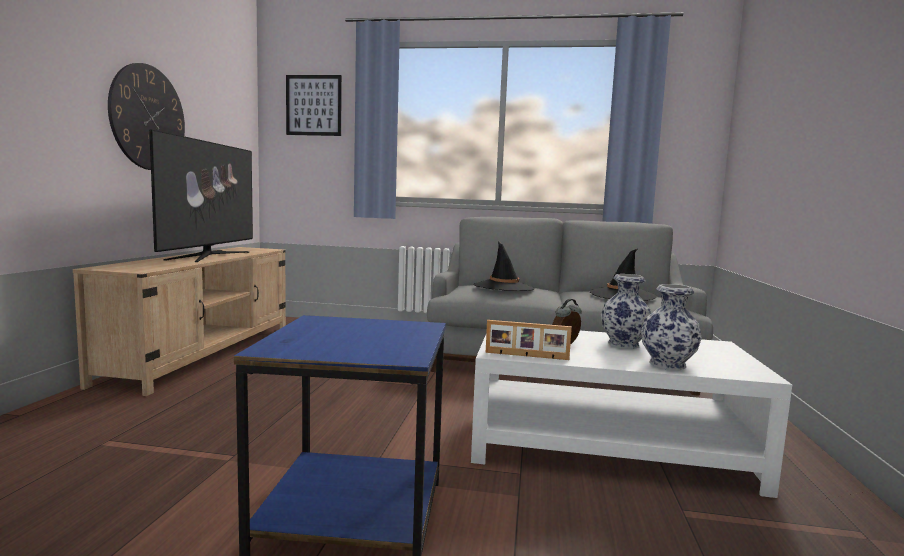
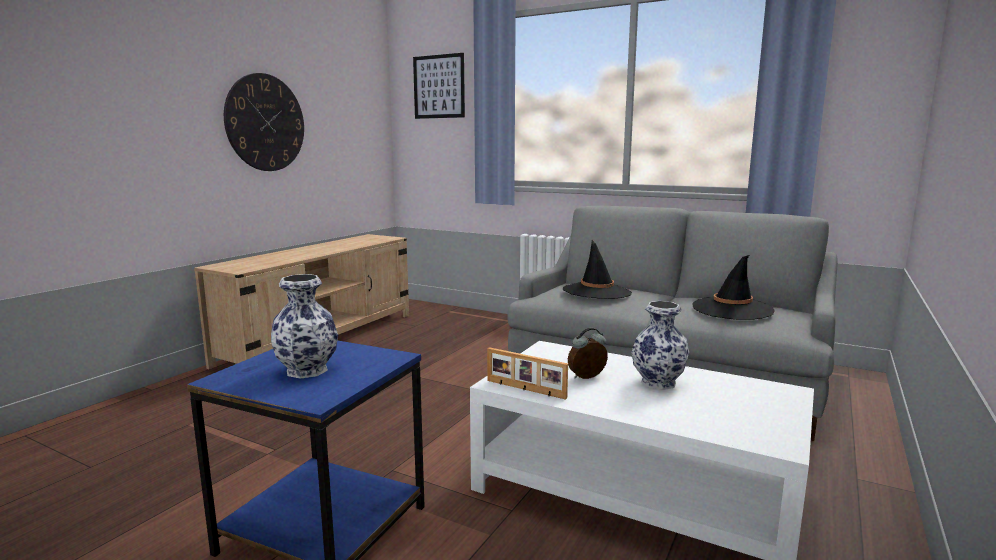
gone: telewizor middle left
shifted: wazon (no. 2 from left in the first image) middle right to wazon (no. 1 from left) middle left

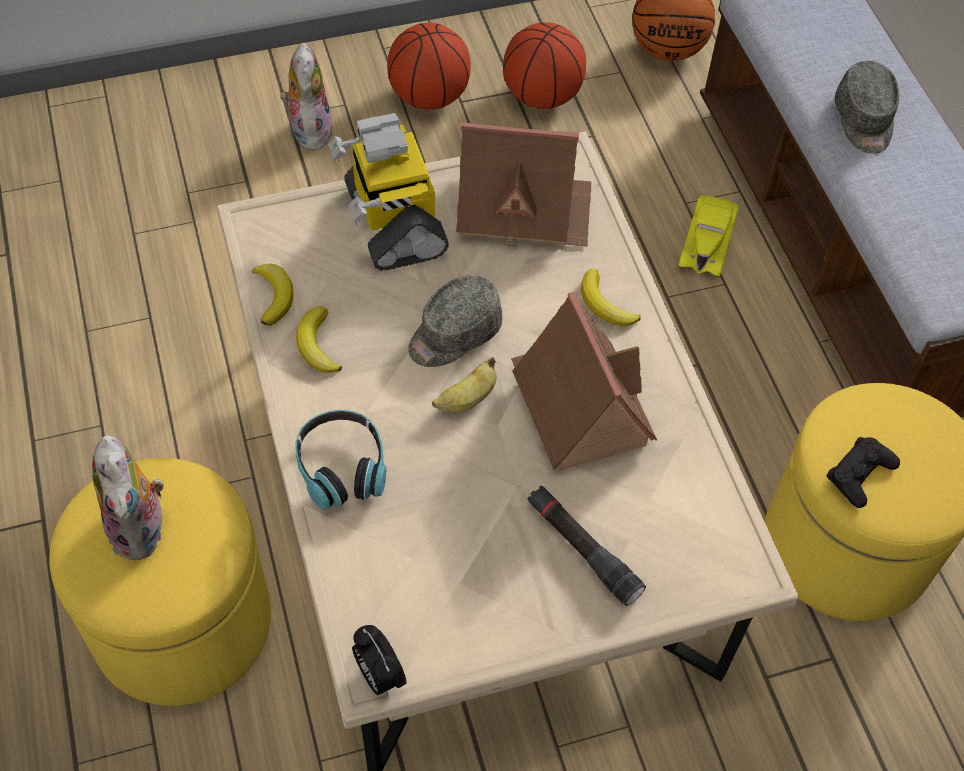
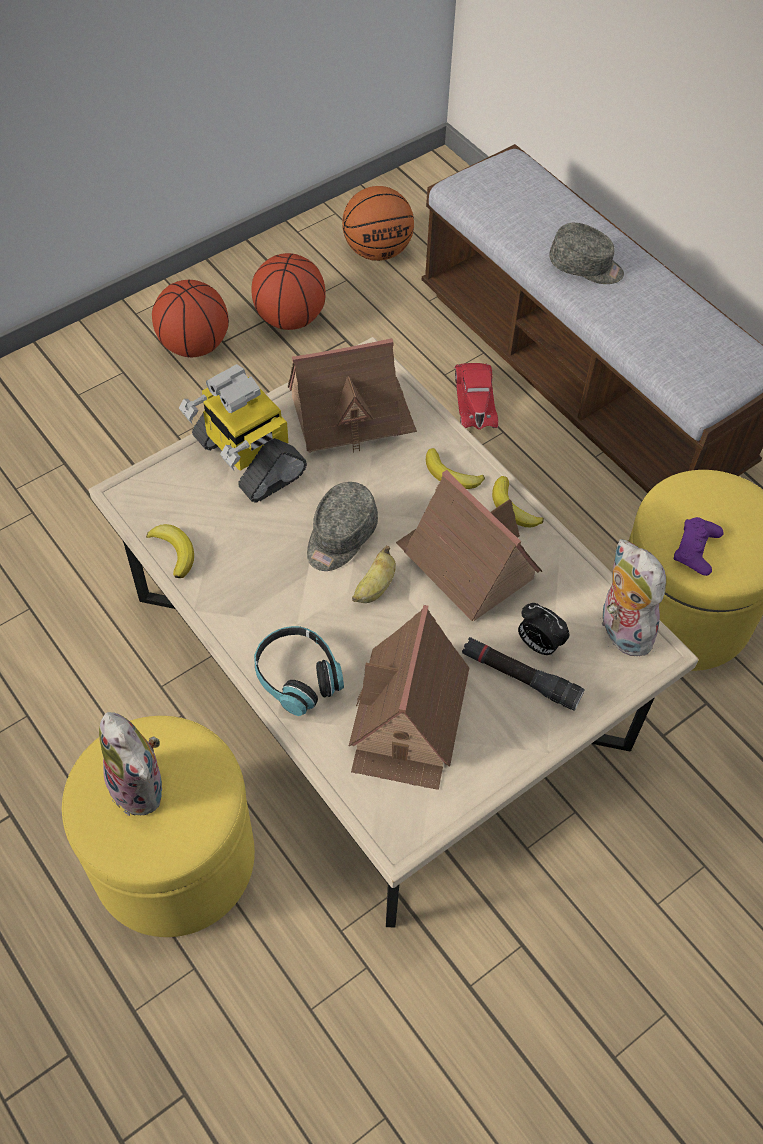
new: domek (no. 2 from left) centre
shifted: pluszak (no. 2 from left) top left to middle right; banan (no. 2 from left in the first image) middle left to banan (no. 4 from left) middle right; budzik bottom centre to middle right
repainted: samochodzik/żółty top right to samochodzik/czerwony centre; pad do gier/czarny middle right to pad do gier/fioletowy middle right
rotated: czapka z daszkiem/szary (no. 2 from left) top right = top right 45 degrees counterclockwise

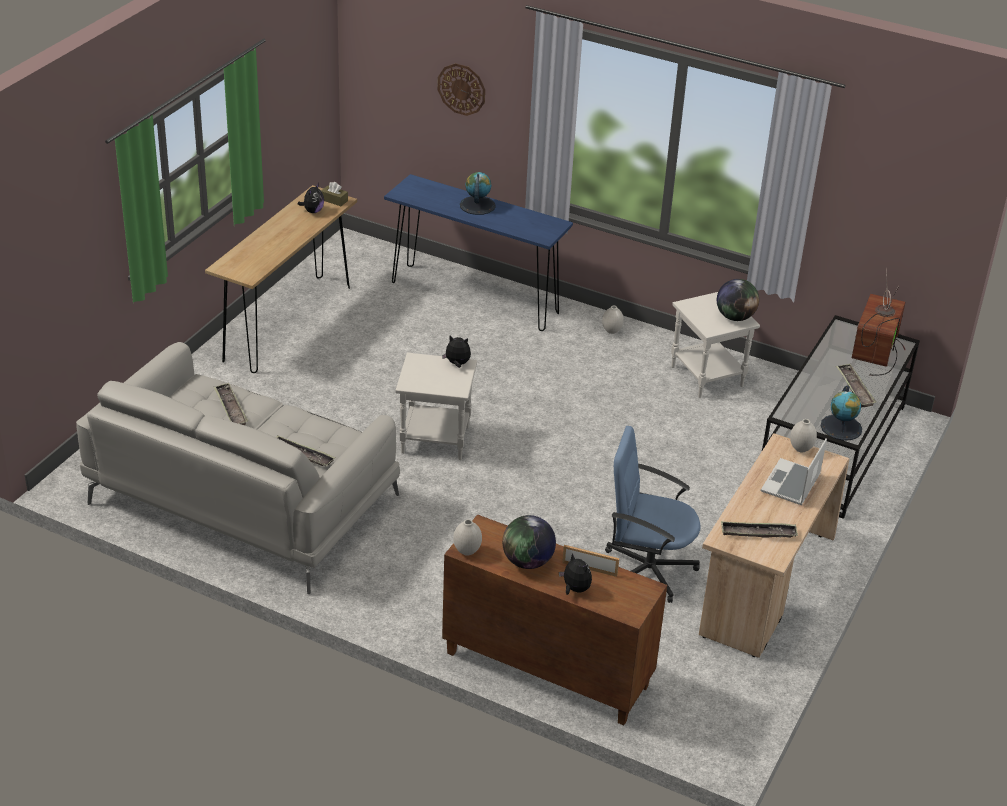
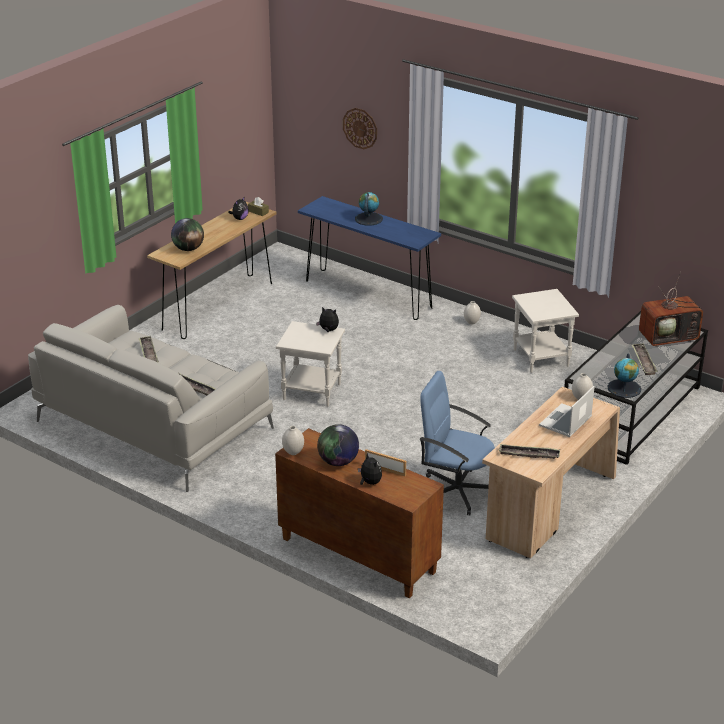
shifted: globus (no. 3 from left in the first image) middle right to globus (no. 1 from left) top left
rotated: telewizor middle right = middle right 135 degrees counterclockwise

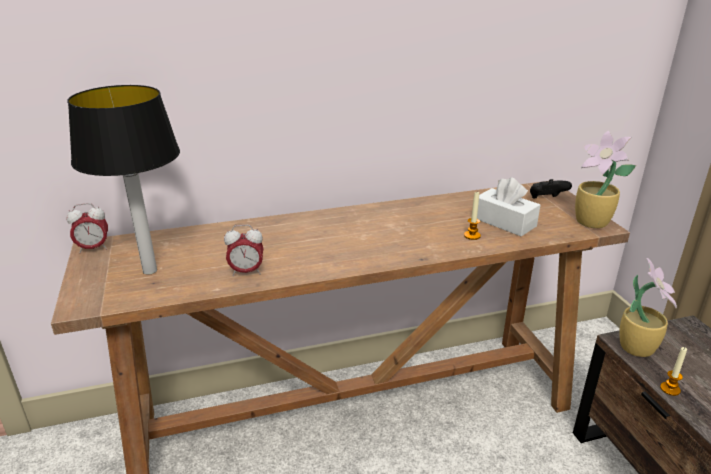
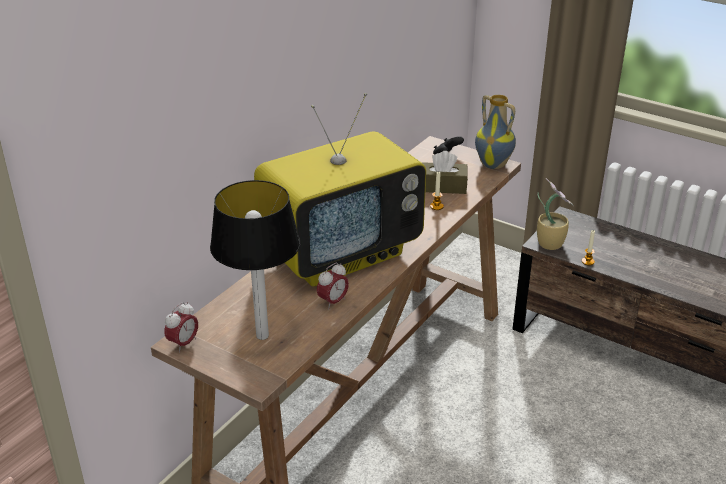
new: telewizor centre
swapped: roślina doniczkowa (no. 1 from left) middle right to wazon top right
repainted: pudełko chusteczek/biały middle right to pudełko chusteczek/brązowy centre

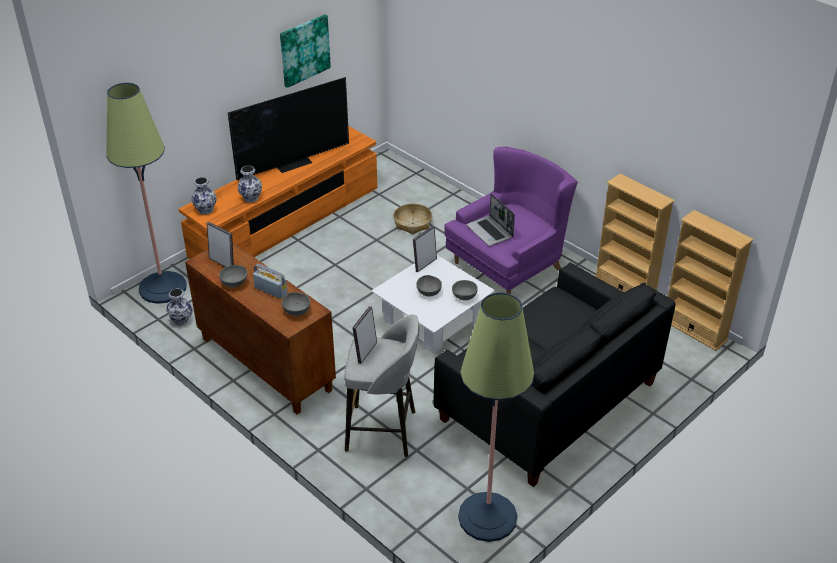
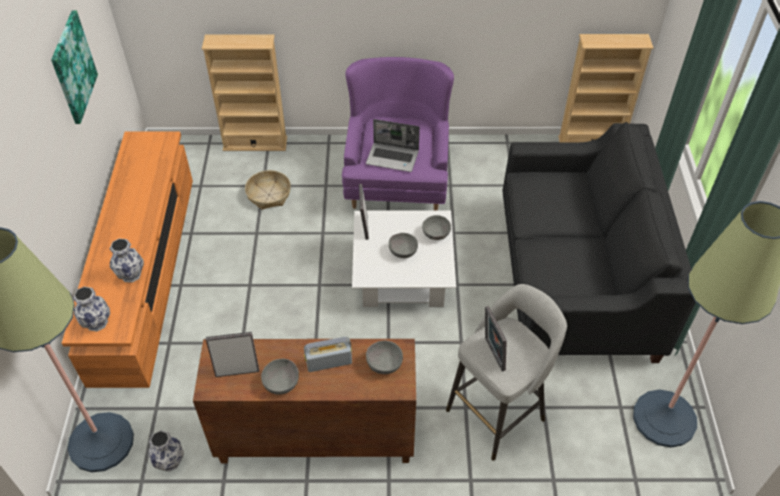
gone: telewizor top centre
shifted: regał/beżowy (no. 1 from left) middle right to top left

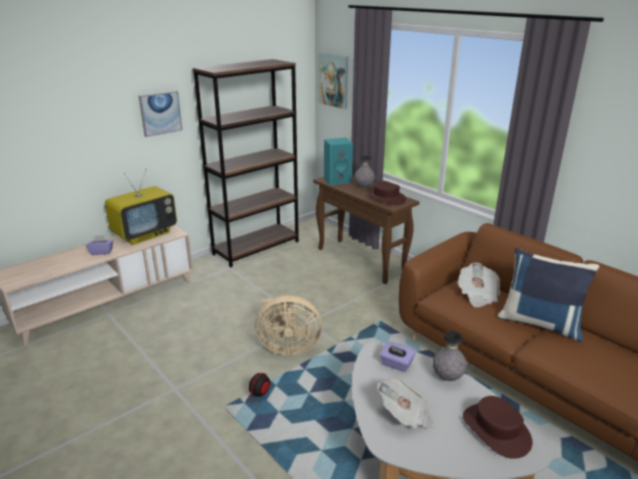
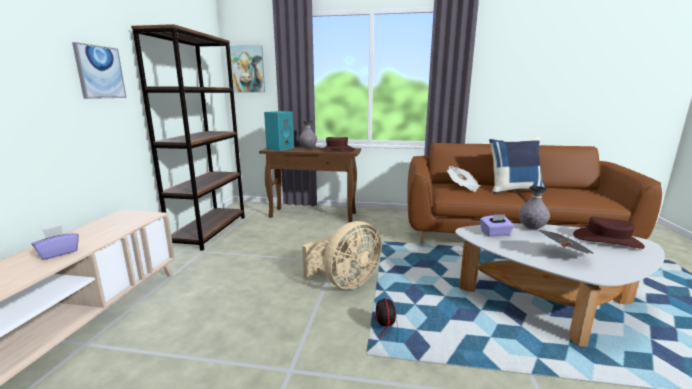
gone: telewizor middle left

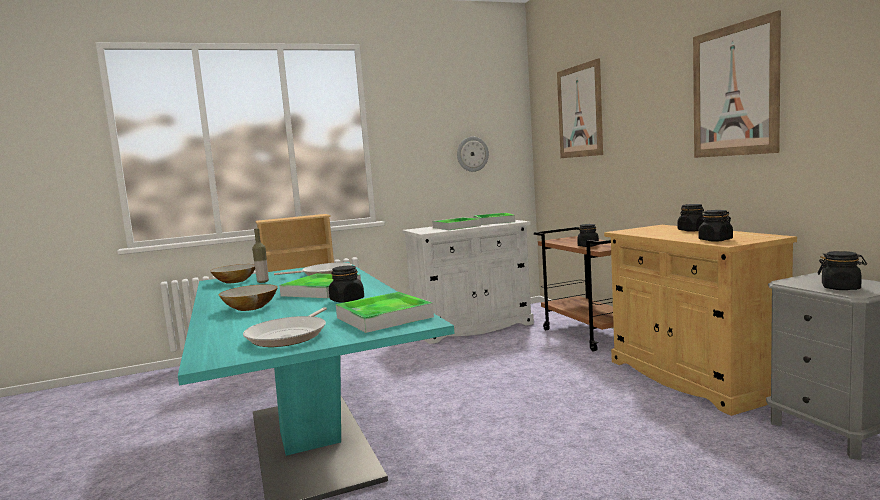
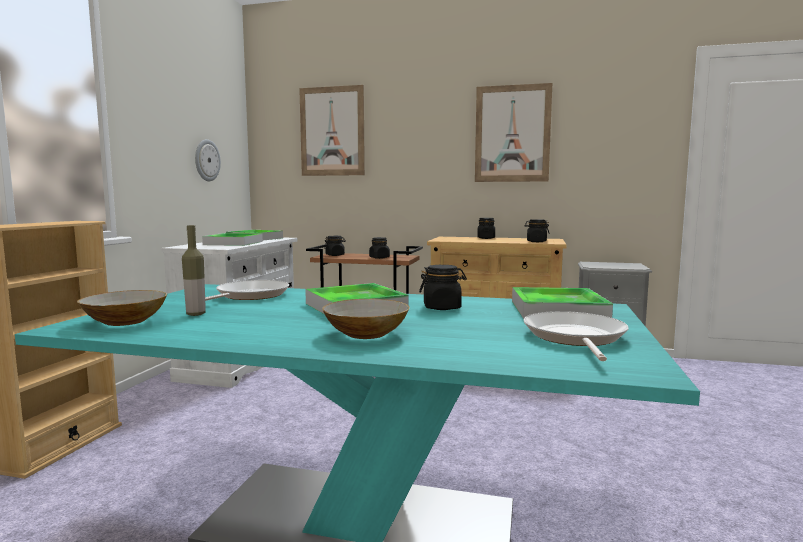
shifted: słoik/czarny (no. 5 from left in the first image) middle right to słoik/czarny (no. 1 from left) centre
rotated: patelnia (no. 1 from left in the first image) middle left = middle right 135 degrees counterclockwise

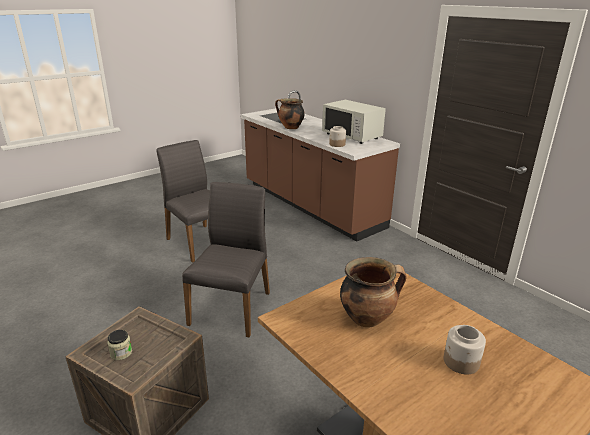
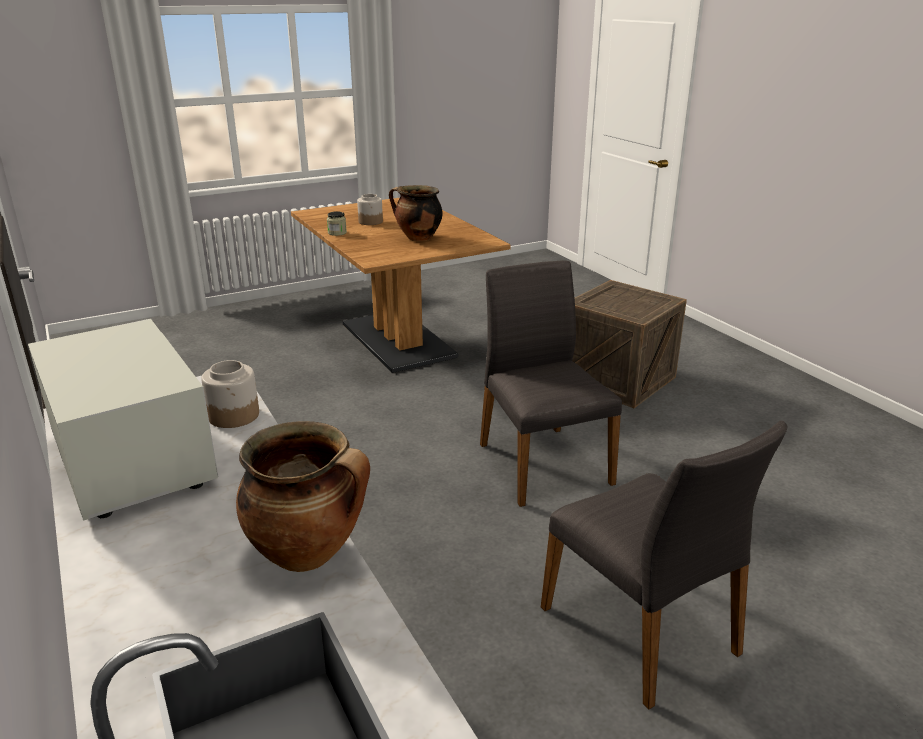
shifted: słoik (no. 1 from left in the first image) bottom left to słoik (no. 2 from left) top centre
rotated: krzesło/szary (no. 2 from left in the first image) centre = centre 135 degrees clockwise

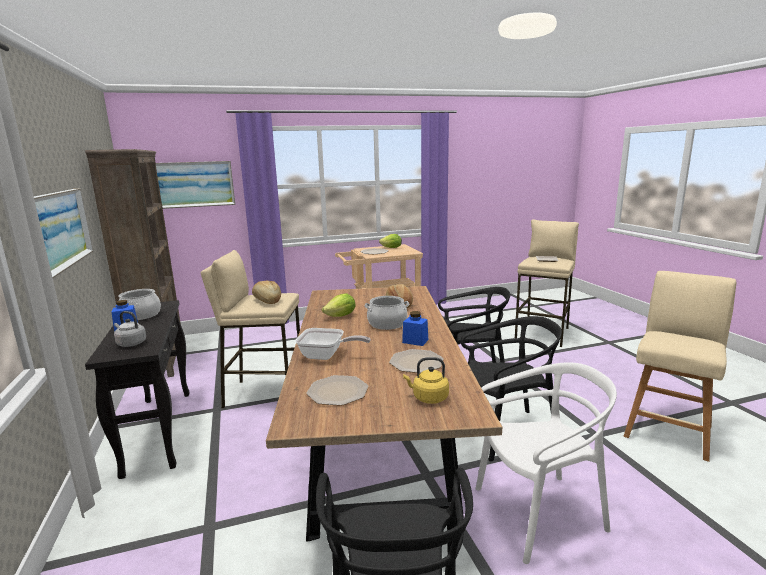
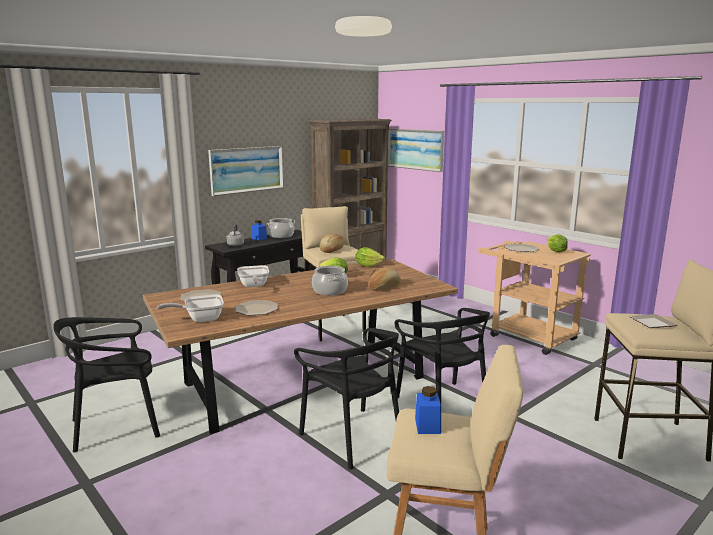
gone: krzesło/biały bottom right
new: sałata (no. 2 from left) centre
shifted: słoik/niebieski (no. 2 from left) centre to bottom centre
swapped: czajnik/żółty centre to patelnia (no. 1 from left) middle left

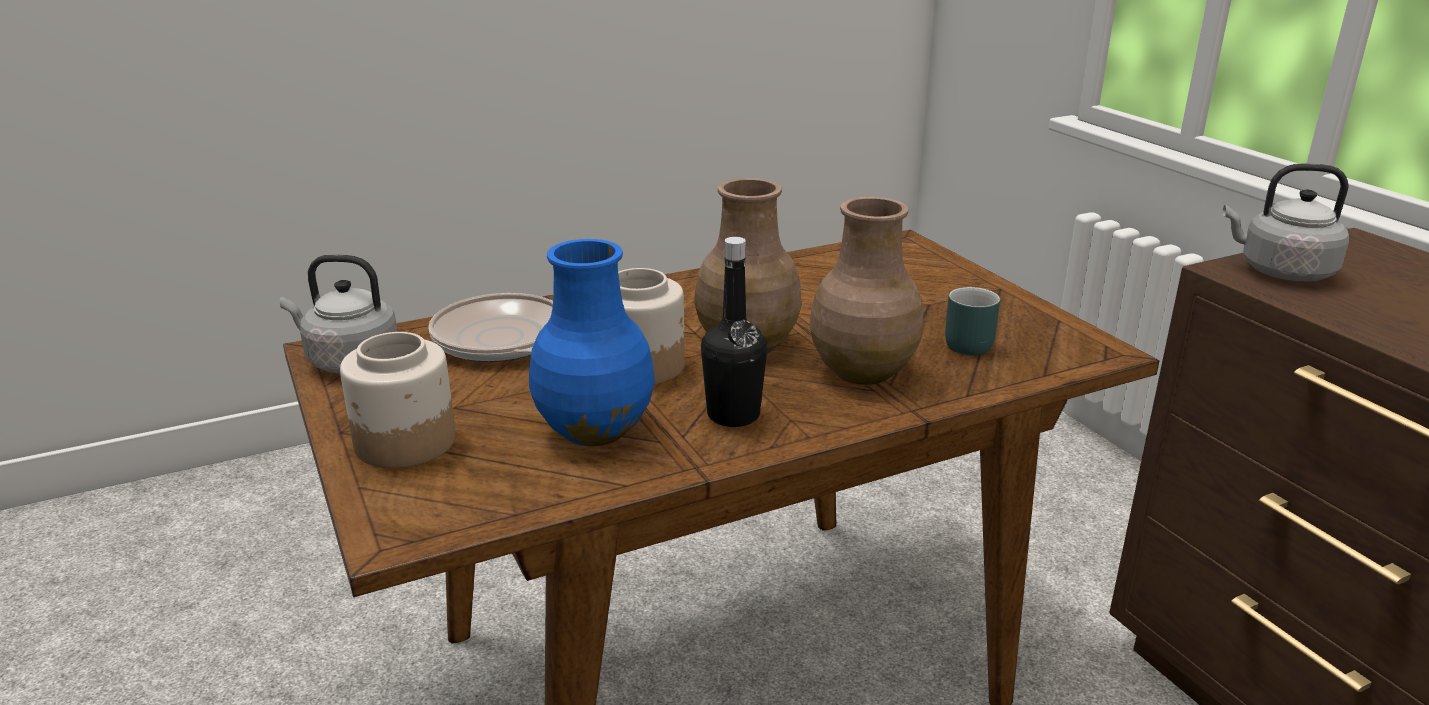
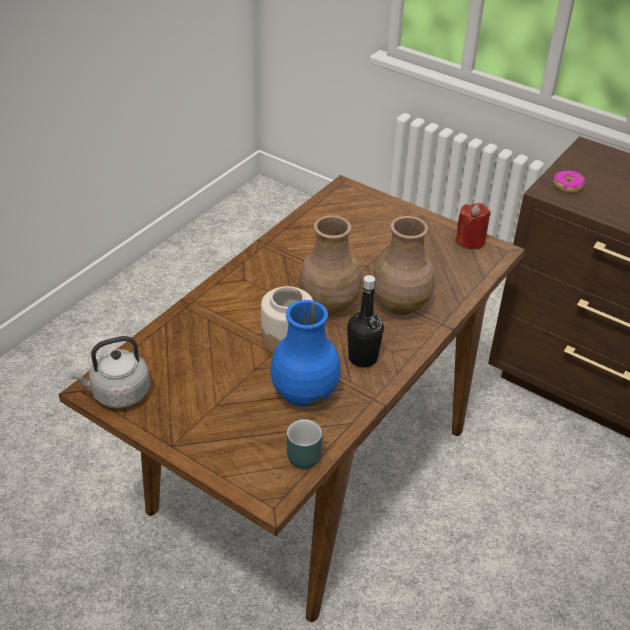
gone: patelnia centre; słoik (no. 1 from left) middle left
new: świeca/czerwony middle right
shifted: kubek/turkusowy middle right to bottom centre
swapped: czajnik/szary (no. 2 from left) top right to donut top right

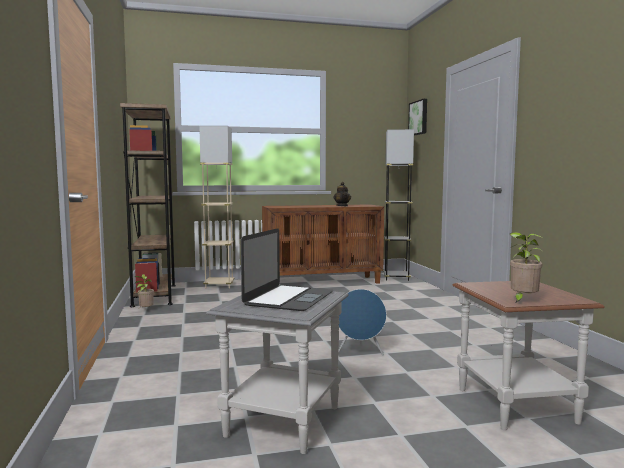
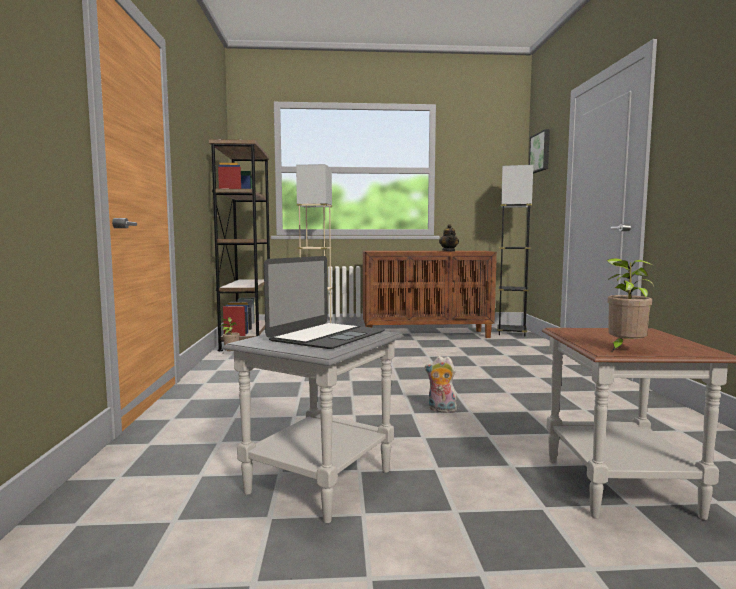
swapped: głośnik/niebieski bottom centre to pluszak centre

